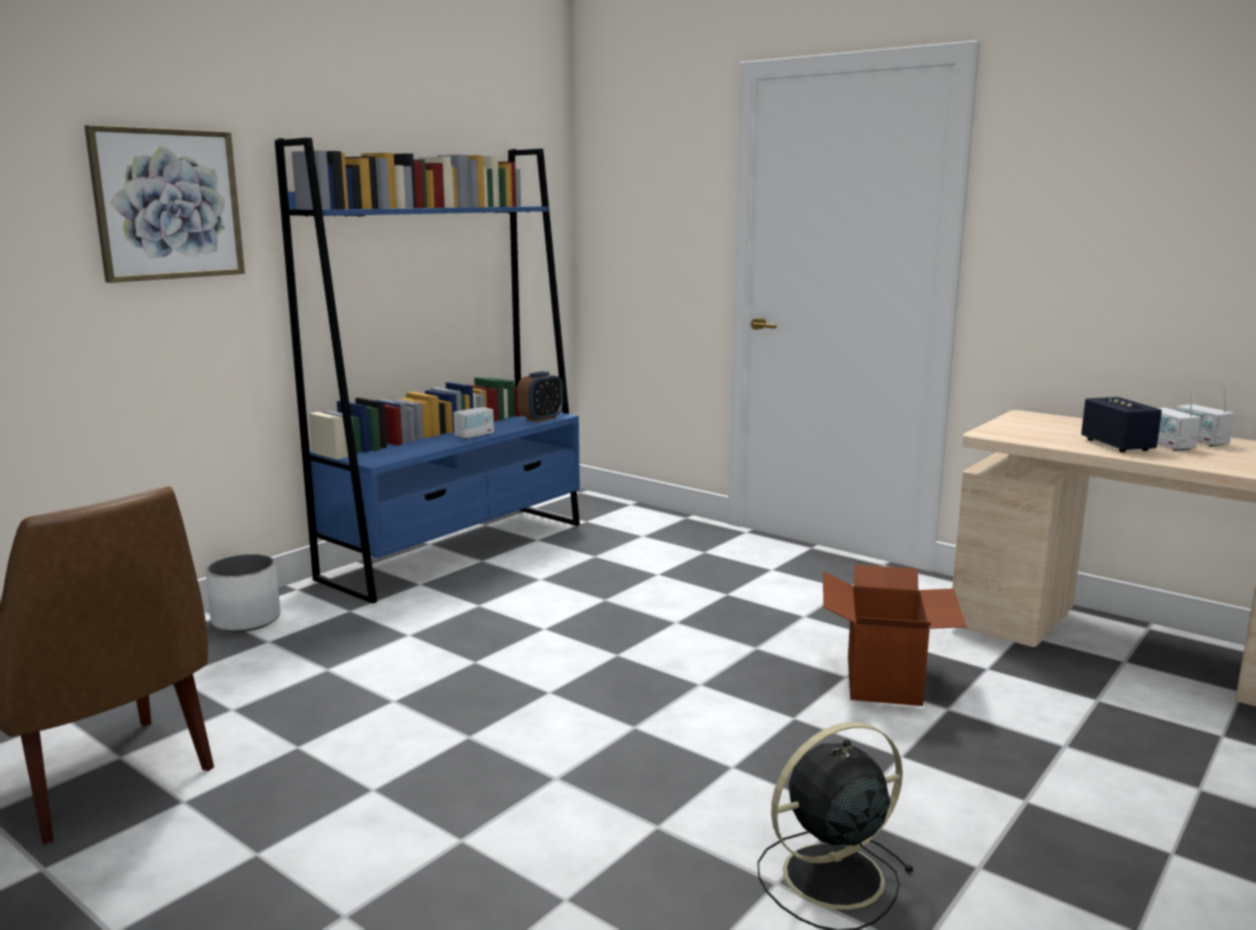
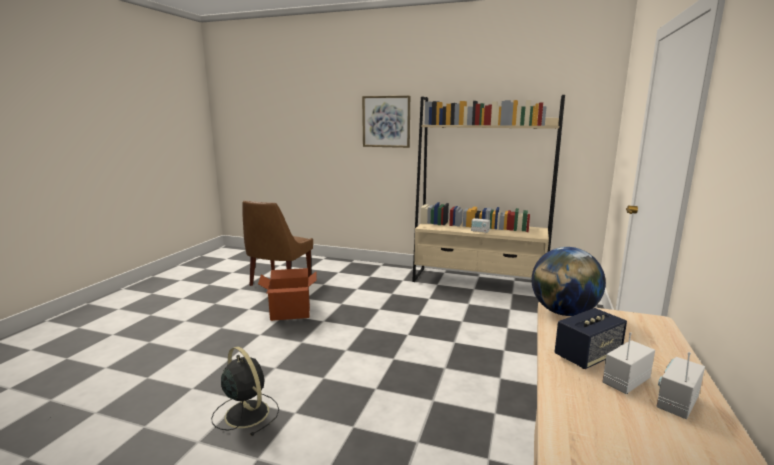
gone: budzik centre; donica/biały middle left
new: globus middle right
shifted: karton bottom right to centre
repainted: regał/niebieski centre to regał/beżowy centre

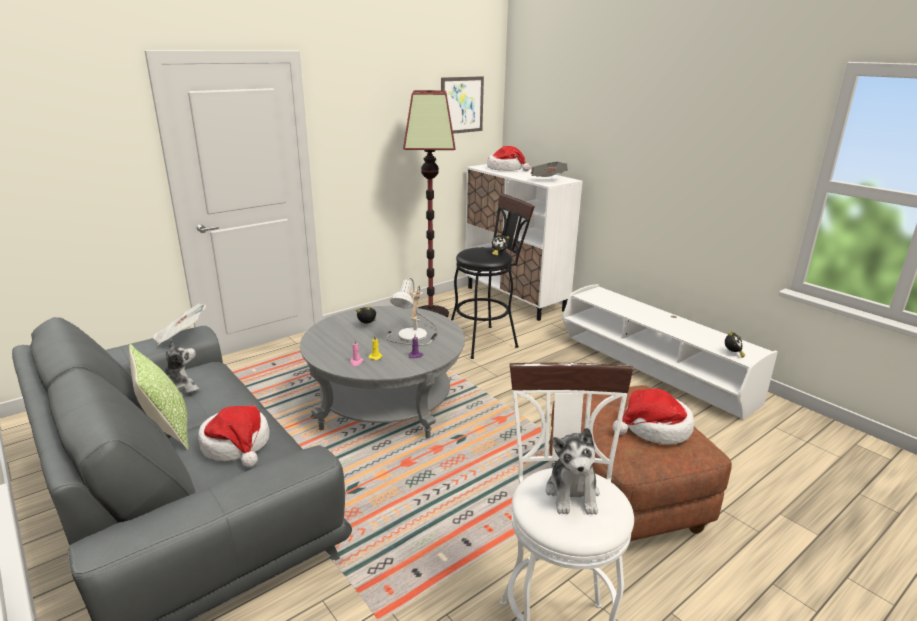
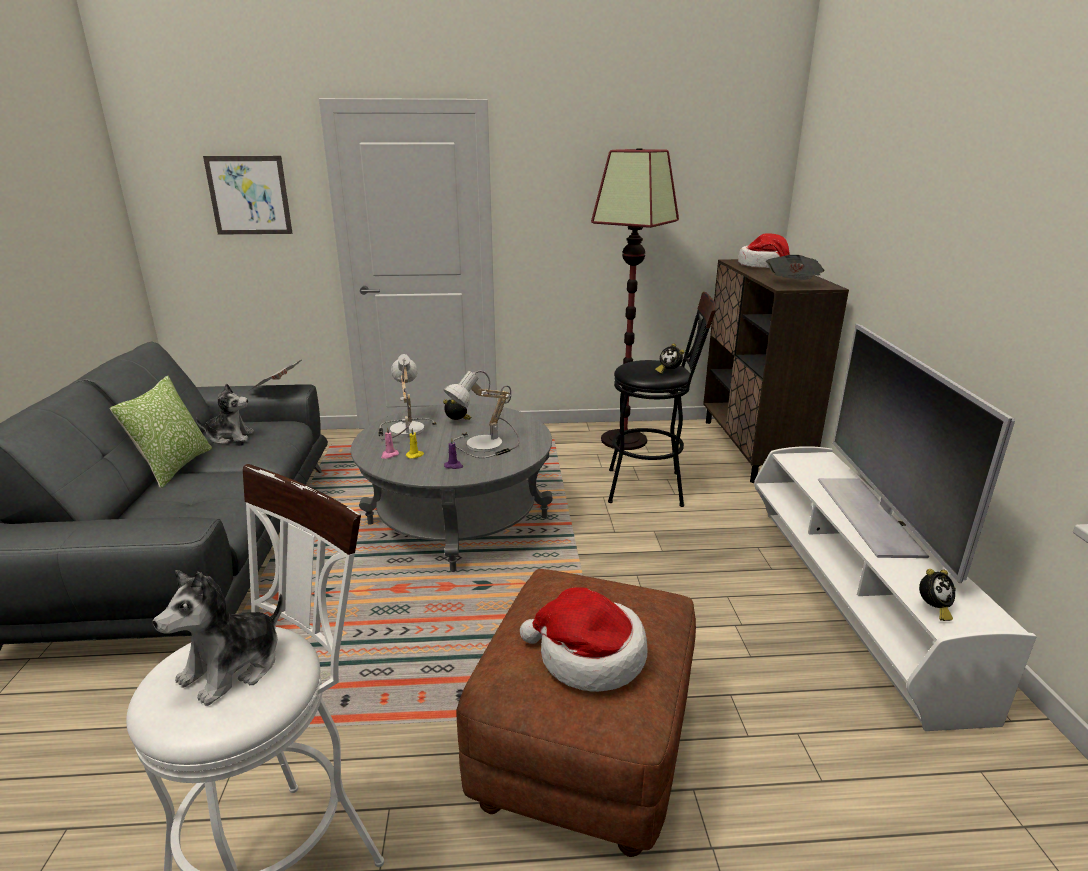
gone: kapelusz (no. 1 from left) bottom left
new: telewizor middle right; lampa stołowa (no. 1 from left) centre
shifted: obraz top centre to top left
repainted: szafka/biały centre to szafka/brązowy middle right

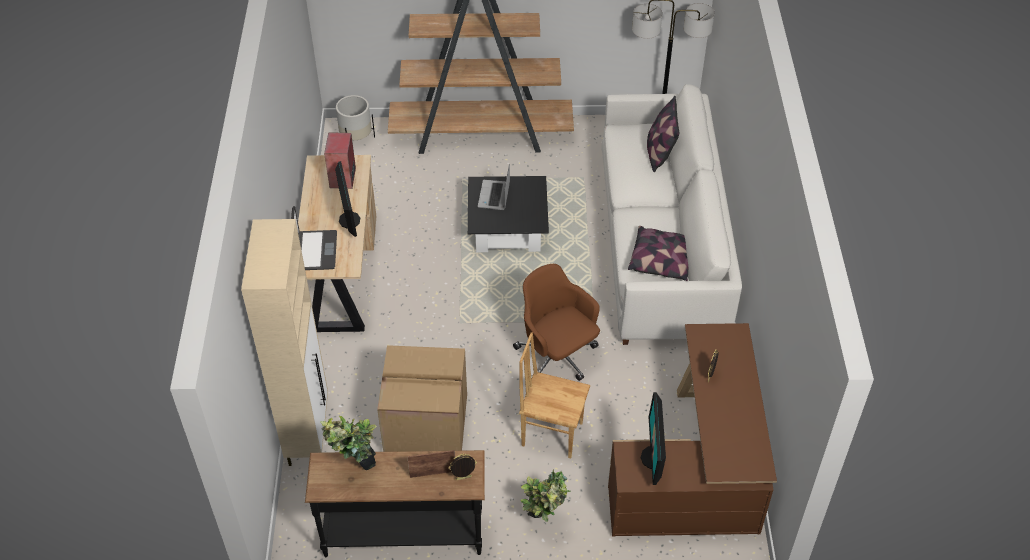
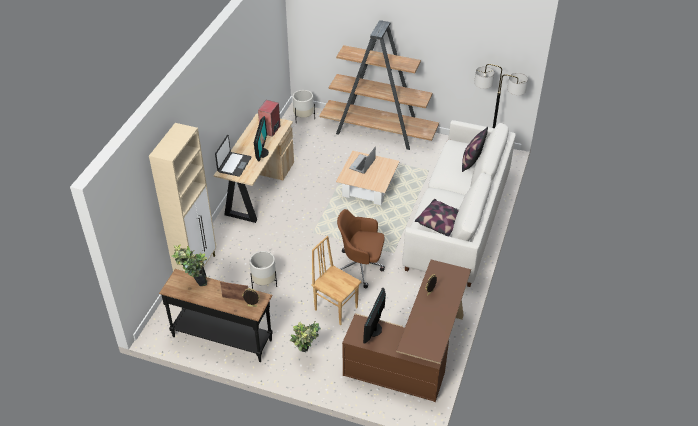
swapped: karton bottom centre to donica/biały (no. 1 from left) centre
repainted: ława/czarny centre to ława/beżowy centre
rotated: krzesło biurowe/brązowy centre = centre 60 degrees counterclockwise

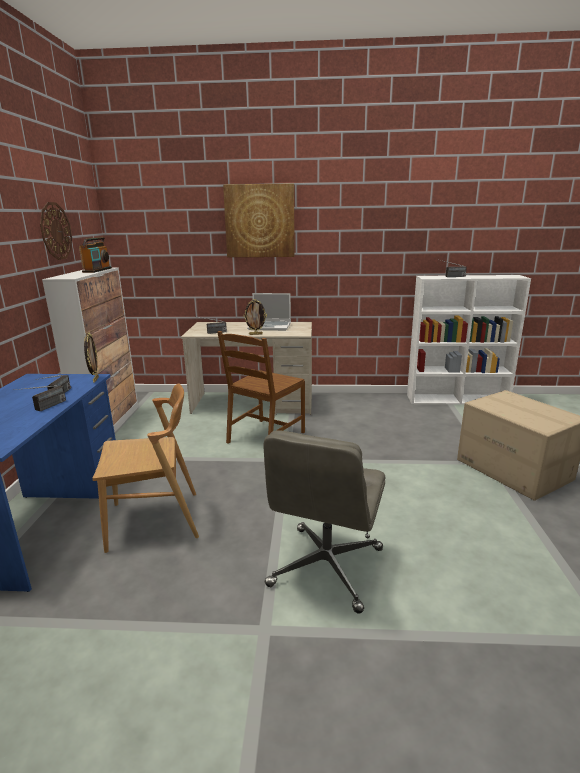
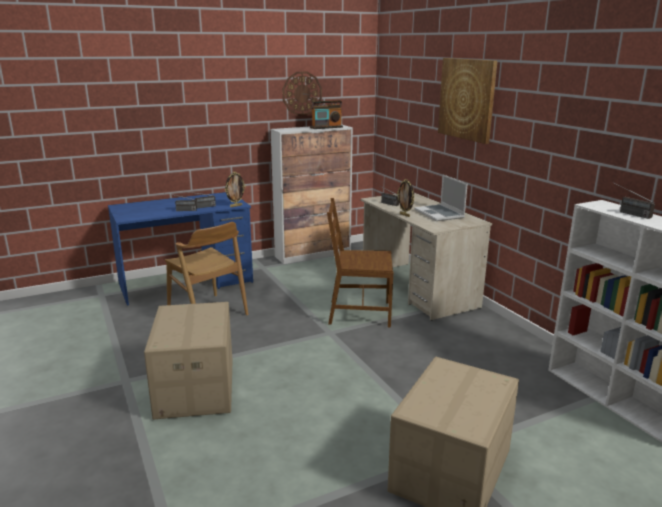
swapped: krzesło biurowe/szary bottom centre to karton (no. 1 from left) bottom left

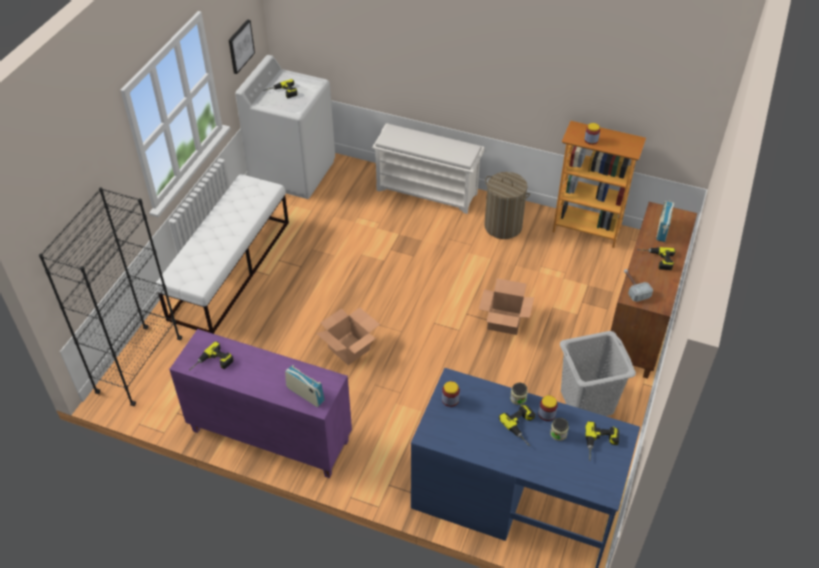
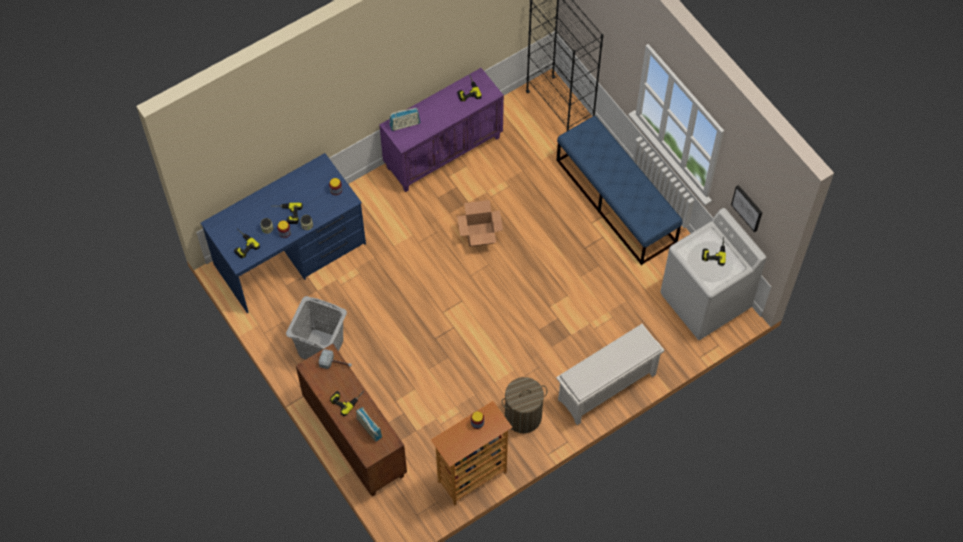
gone: karton (no. 2 from left) centre
repainted: ławka/biały middle left to ławka/niebieski centre

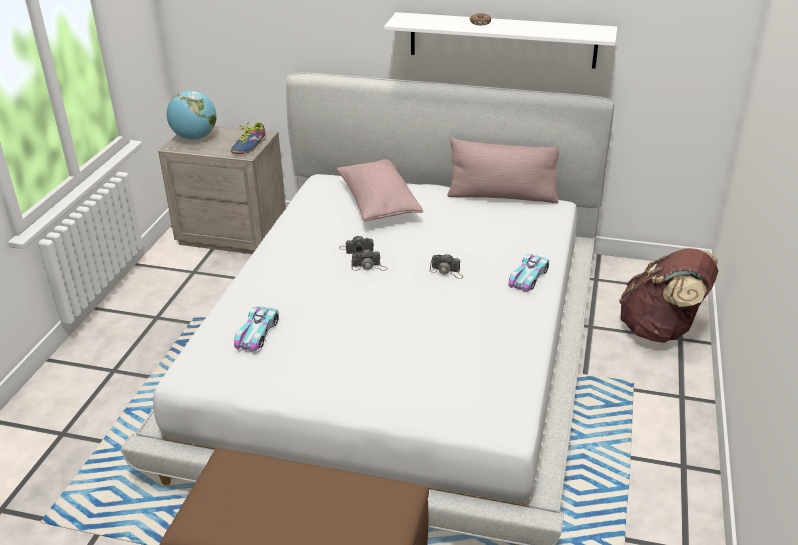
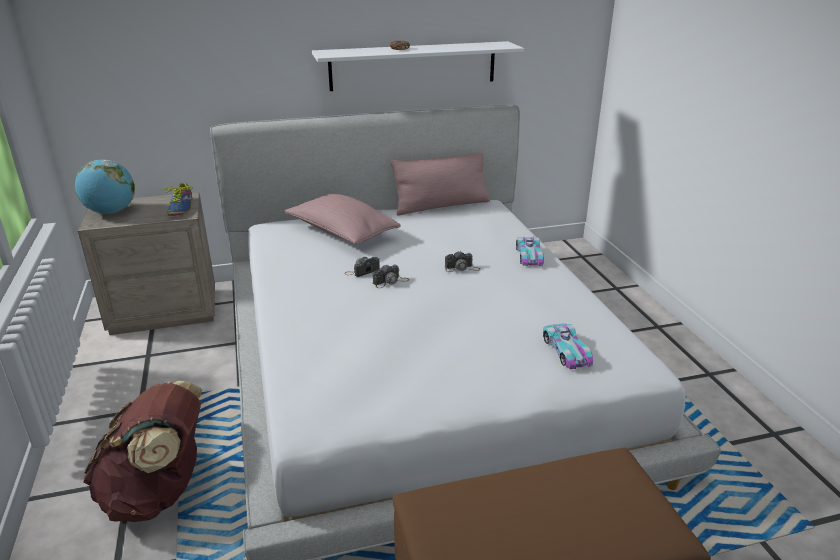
shifted: plecak/brązowy middle right to bottom left; samochodzik (no. 1 from left in the first image) middle left to samochodzik (no. 2 from left) middle right

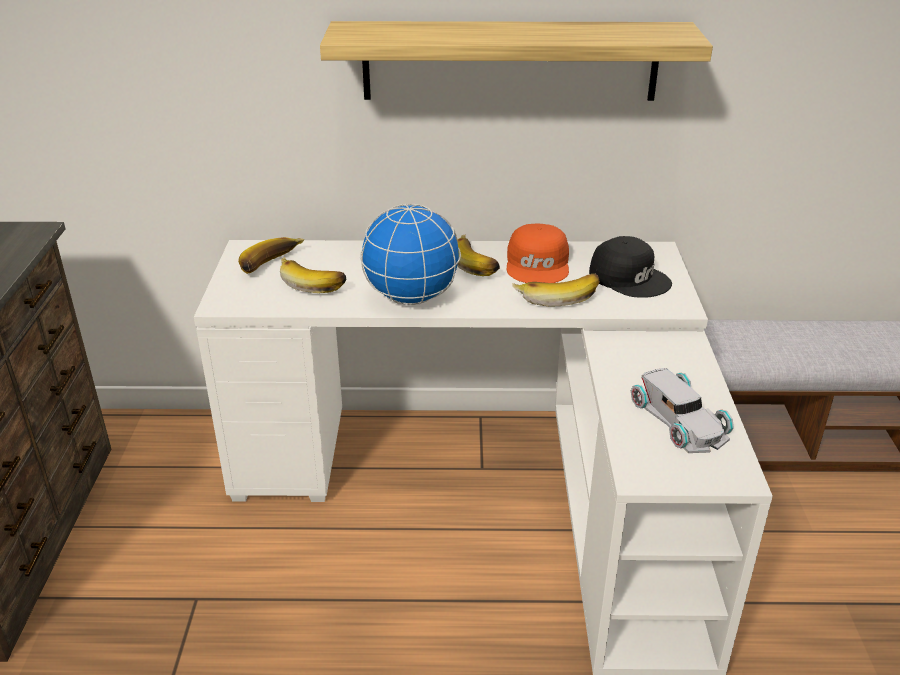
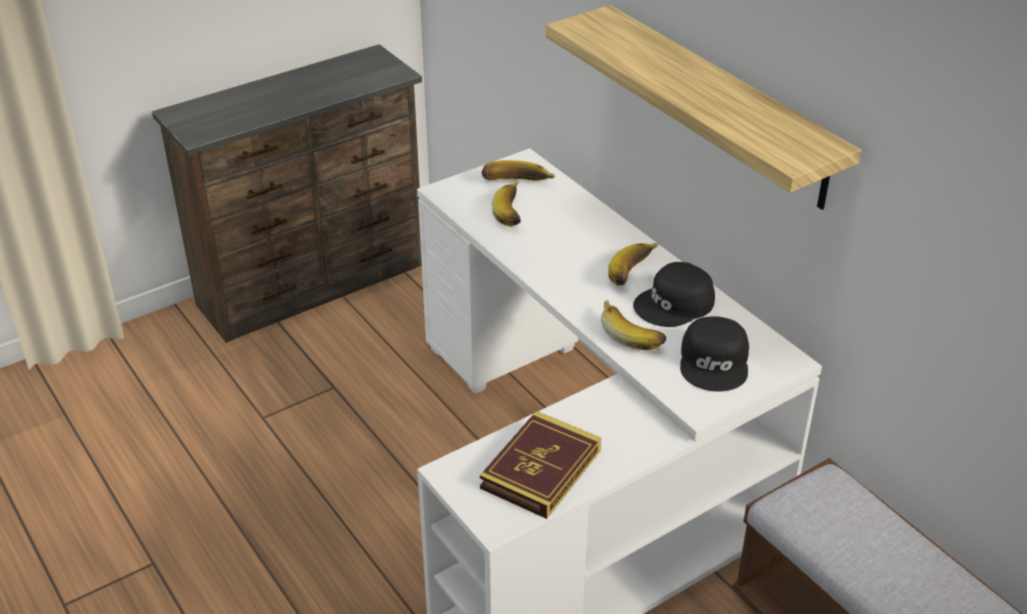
gone: globus centre
swapped: samochodzik/biały middle right to książka bottom centre
repainted: czapka z daszkiem/pomarańczowy centre to czapka z daszkiem/czarny (no. 1 from left) centre

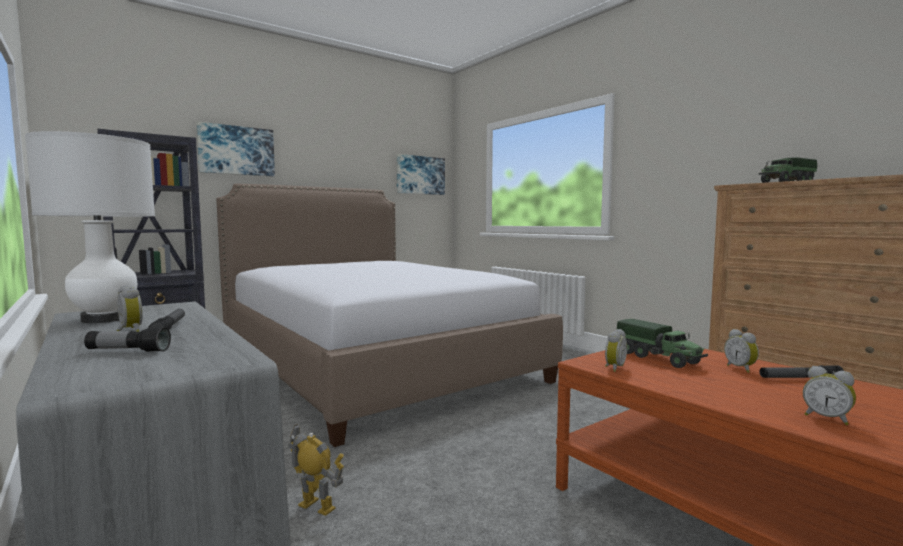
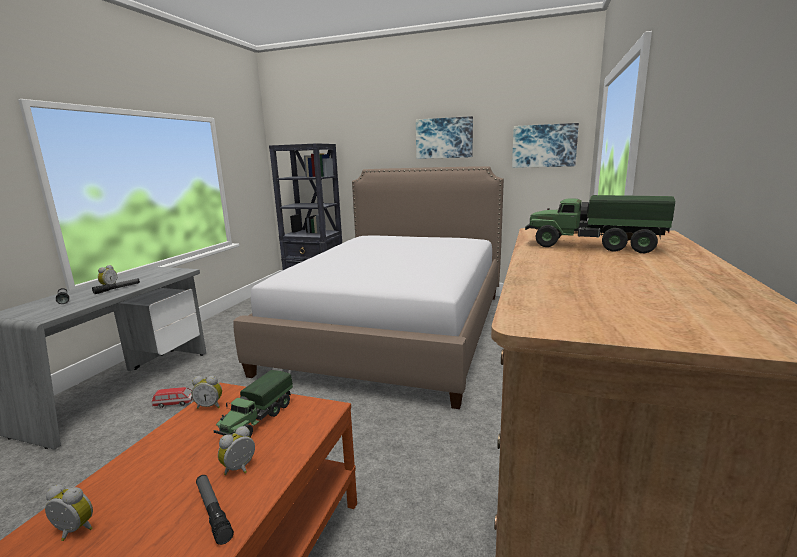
gone: lampa stołowa/biały middle left
shifted: obraz (no. 1 from left) top left to top centre
swapped: robot zabawkowy bottom centre to samochodzik bottom left
rotated: budzik (no. 4 from left in the first image) bottom right = bottom left 90 degrees clockwise

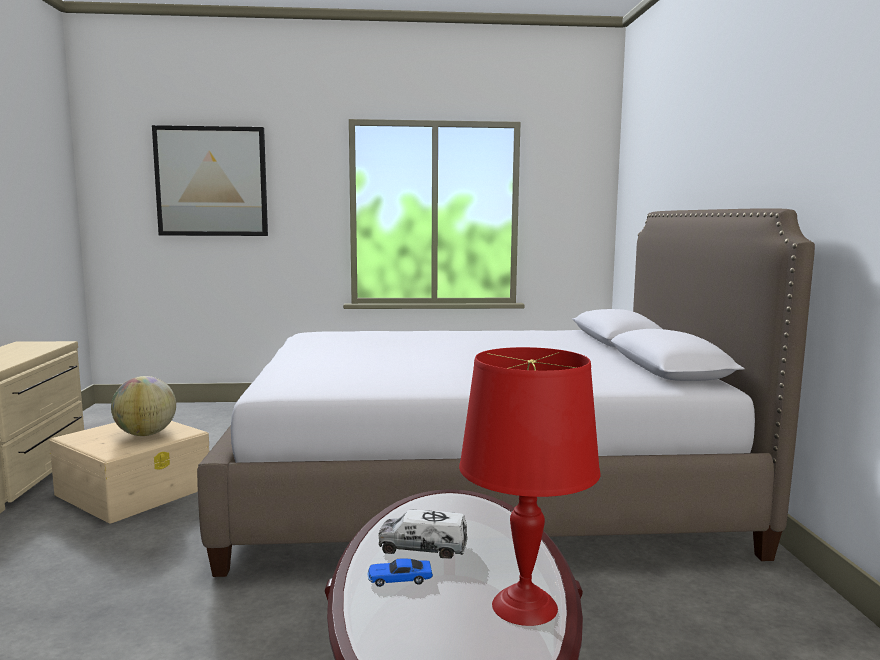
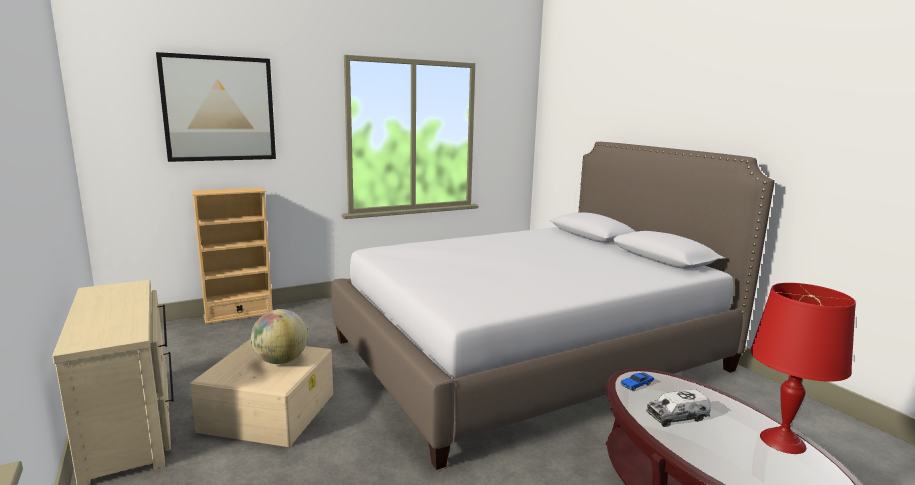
new: regał/beżowy middle left
shifted: samochodzik bottom centre to bottom right

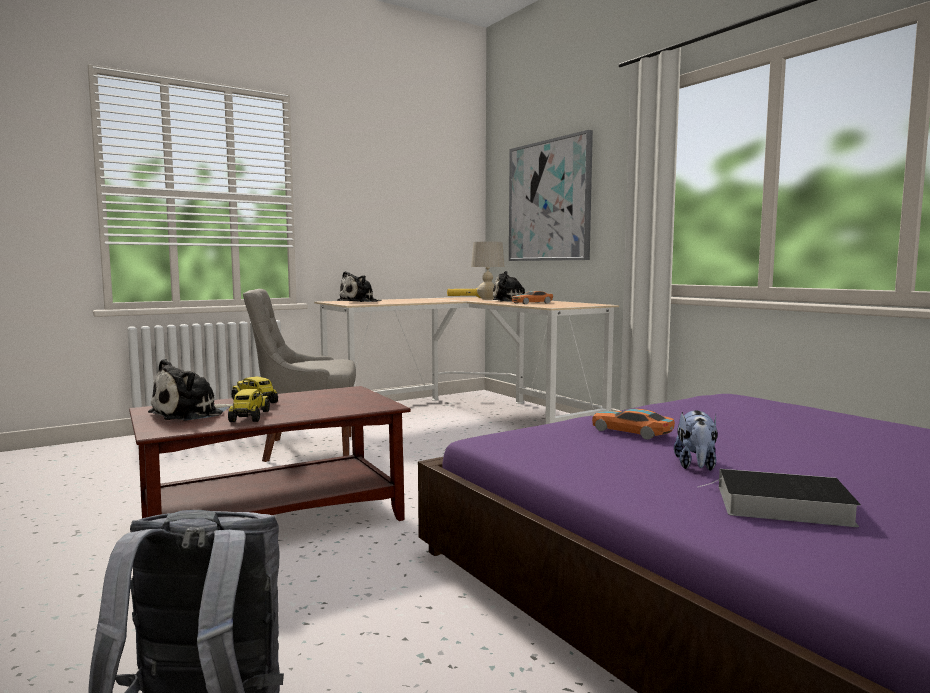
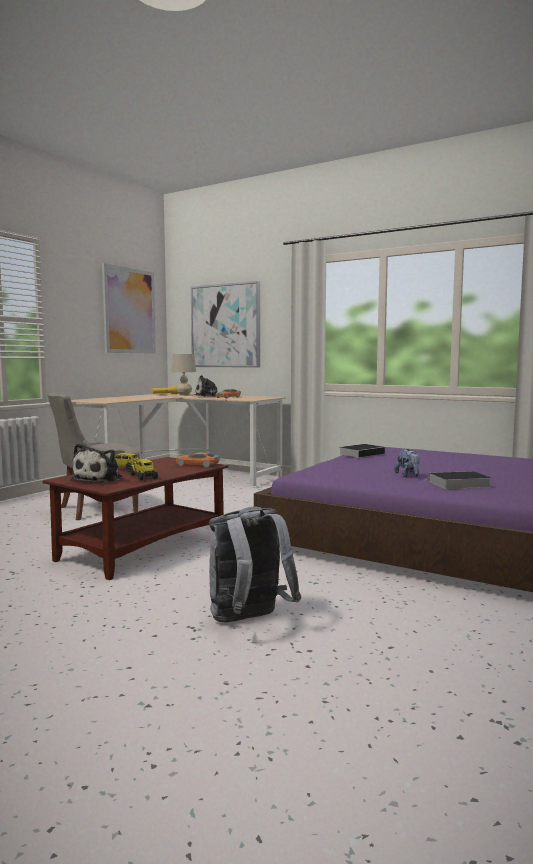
gone: pluszak (no. 2 from left) centre
new: obraz (no. 1 from left) middle left; książka (no. 1 from left) middle right
shifted: samochodzik (no. 2 from left in the first image) middle right to samochodzik (no. 1 from left) centre

